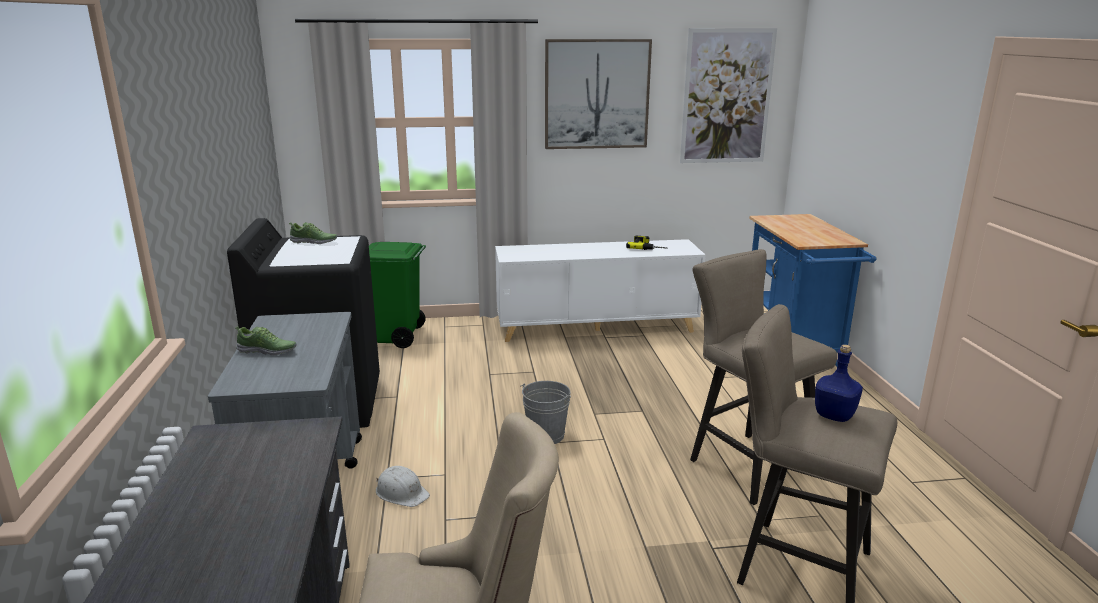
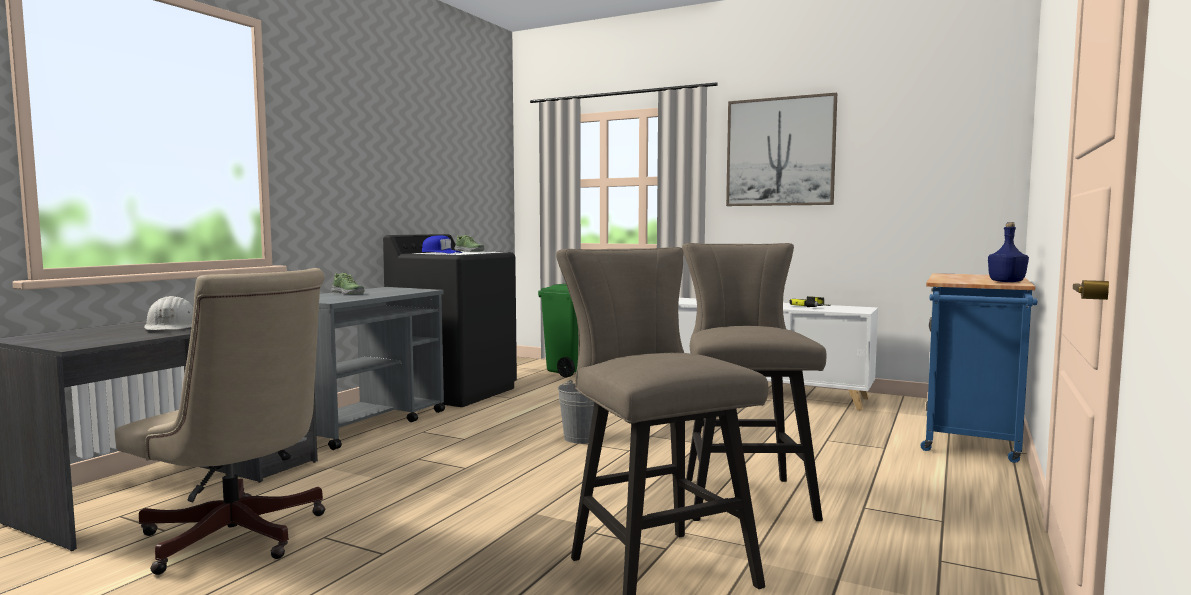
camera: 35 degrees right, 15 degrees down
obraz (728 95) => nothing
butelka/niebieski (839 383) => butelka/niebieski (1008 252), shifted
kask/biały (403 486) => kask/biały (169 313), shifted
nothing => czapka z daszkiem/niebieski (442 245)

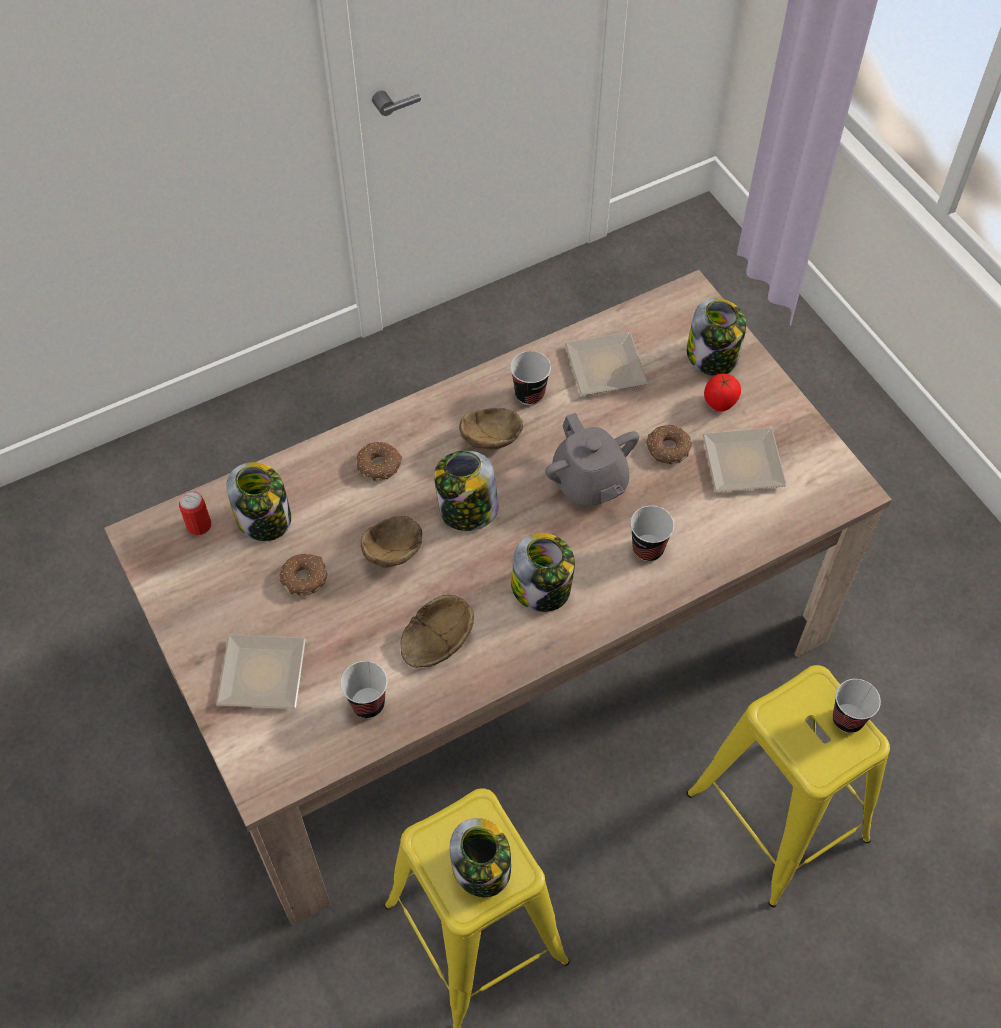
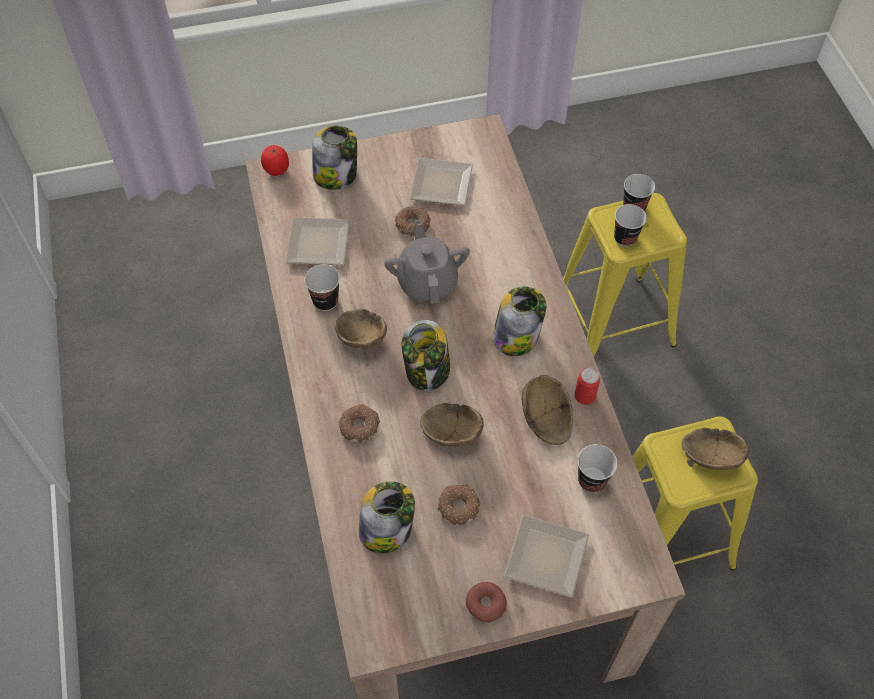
camera: 75 degrees left, 0 degrees up
pomidor (722 392) => pomidor (275 160), shifted
imbryk/szary (592 460) => imbryk/szary (427 262), 90 degrees counterclockwise
puszka (195 513) => puszka (587 386), shifted
filiżanka (652 534) => filiżanka (630 225), shifted
słoik (480 857) => miska/brązowy (715 449)
nothing => donut (486 602)

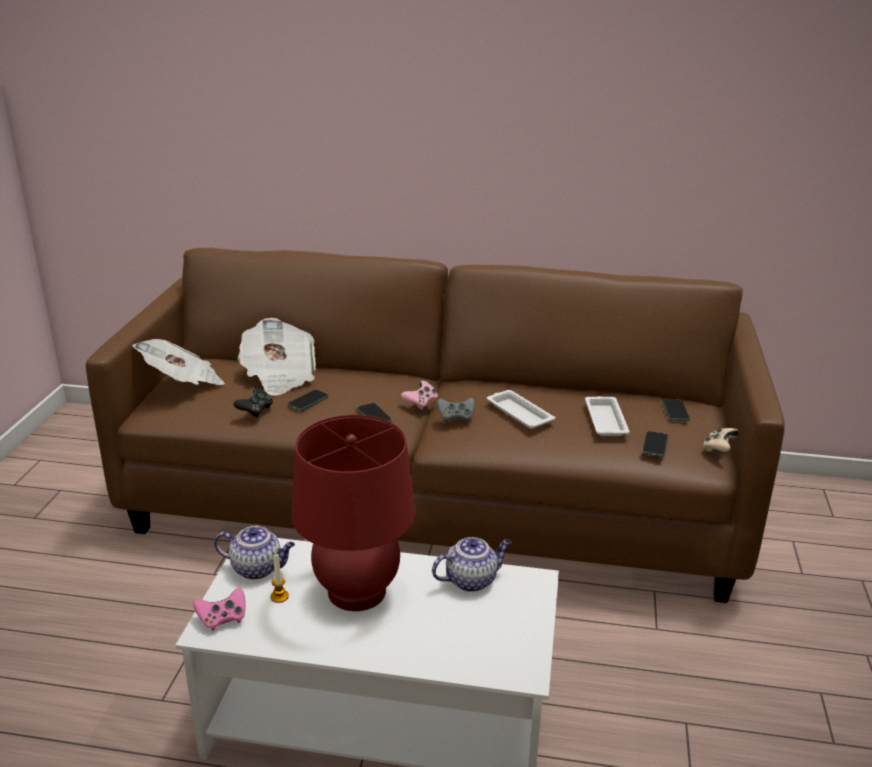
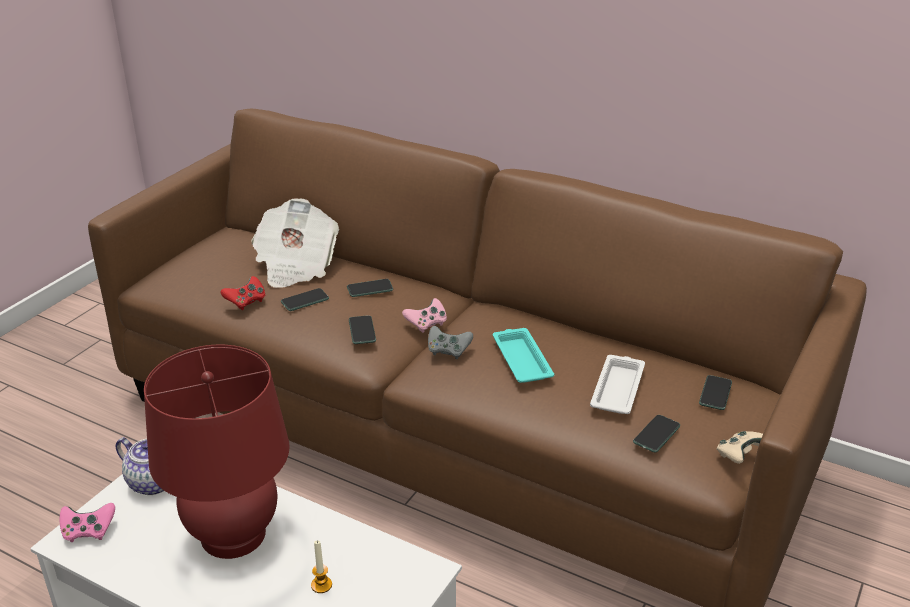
camera: 20 degrees right, 5 degrees up
gazeta (178 362) => nothing
pad do gier/czarny (253 402) => pad do gier/czerwony (243 293)
taca/biały (521 409) => taca/turkusowy (523 355)
imbryk (471 564) => nothing
świeca (279 578) => świeca (321 566), shifted
nothing => telefon (370 288)

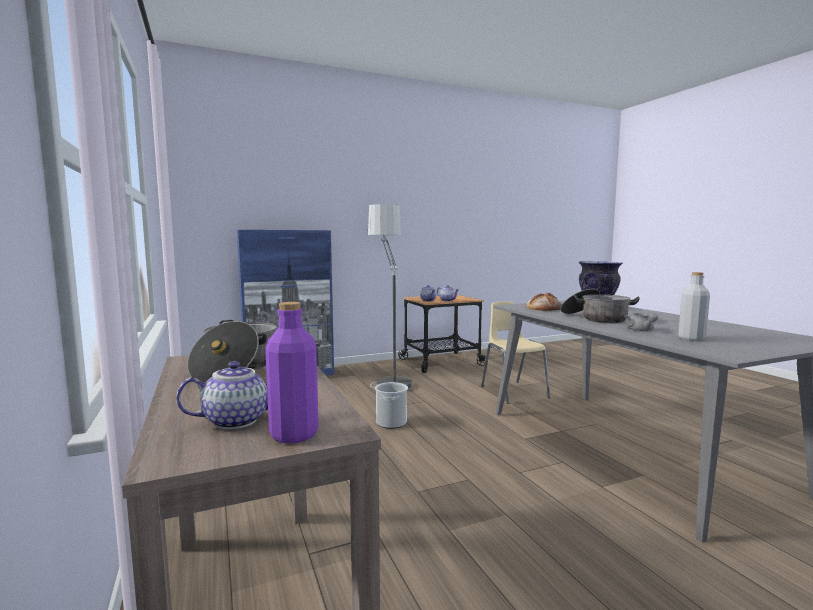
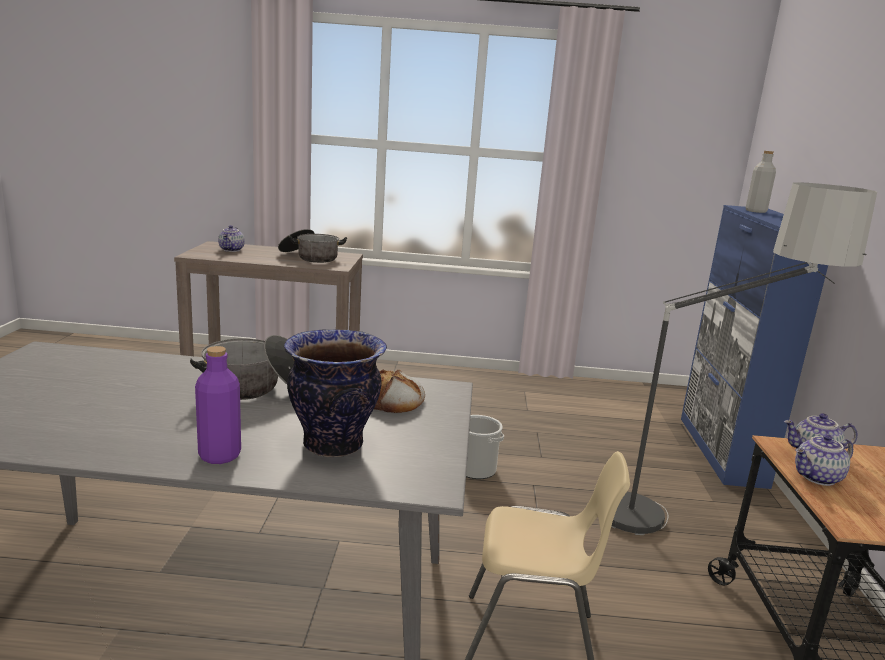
camera: 115 degrees right, 10 degrees up
butelka/szary (694 306) => butelka/szary (761 182), shifted
butelka/fioletowy (292 372) => butelka/fioletowy (218 405), shifted
imbryk/szary (641 322) => nothing

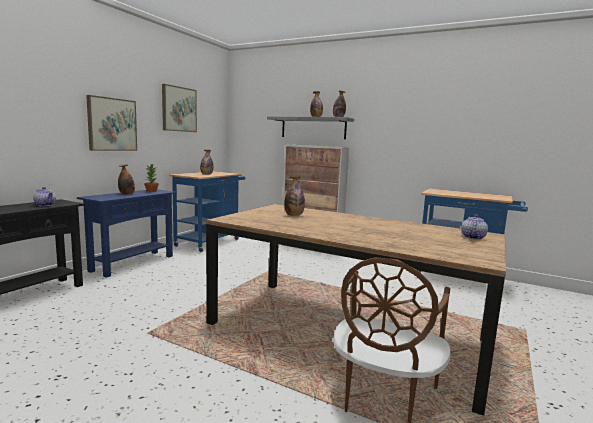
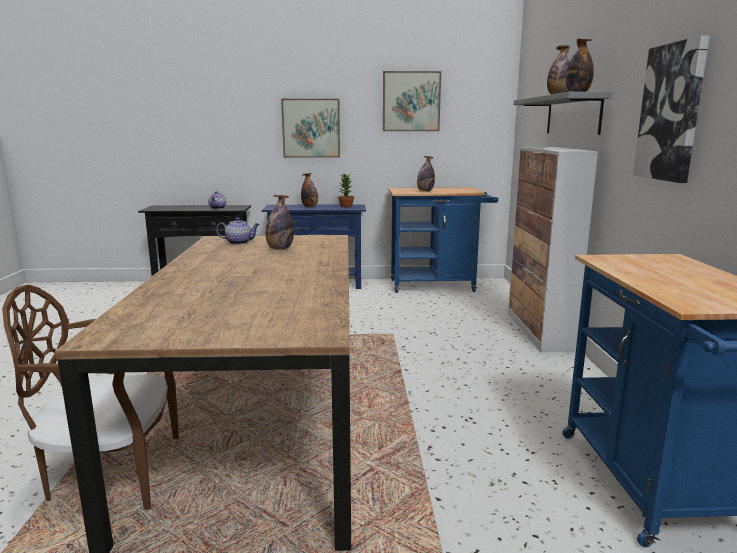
camera: 60 degrees right, 5 degrees up
imbryk (474 227) => imbryk (238 231), shifted
nothing => obraz (671 109)

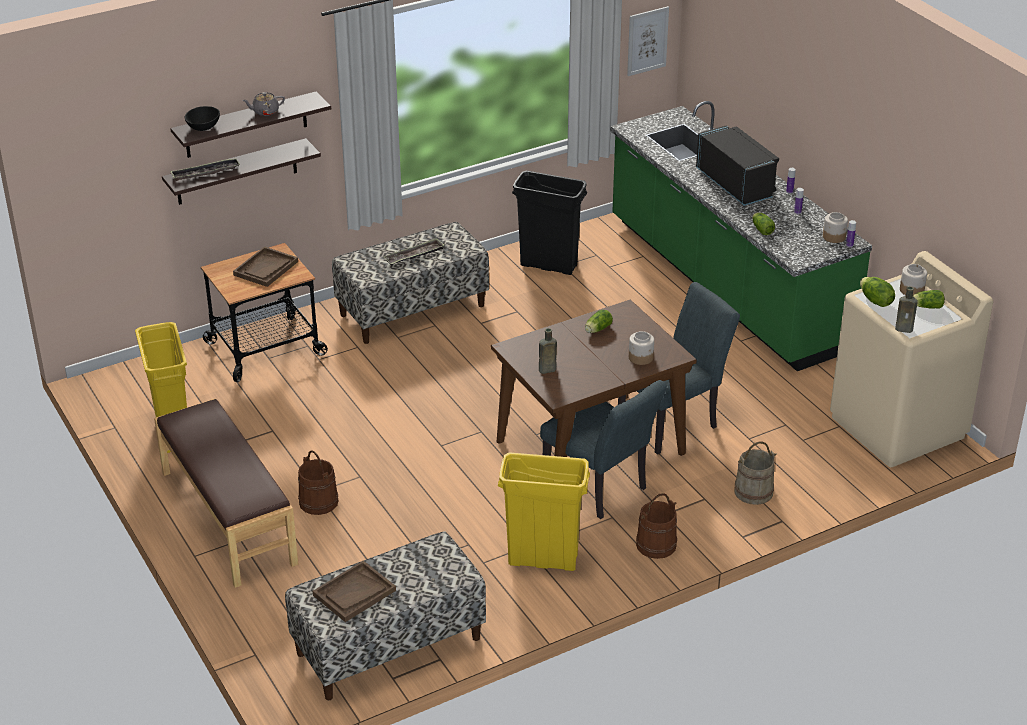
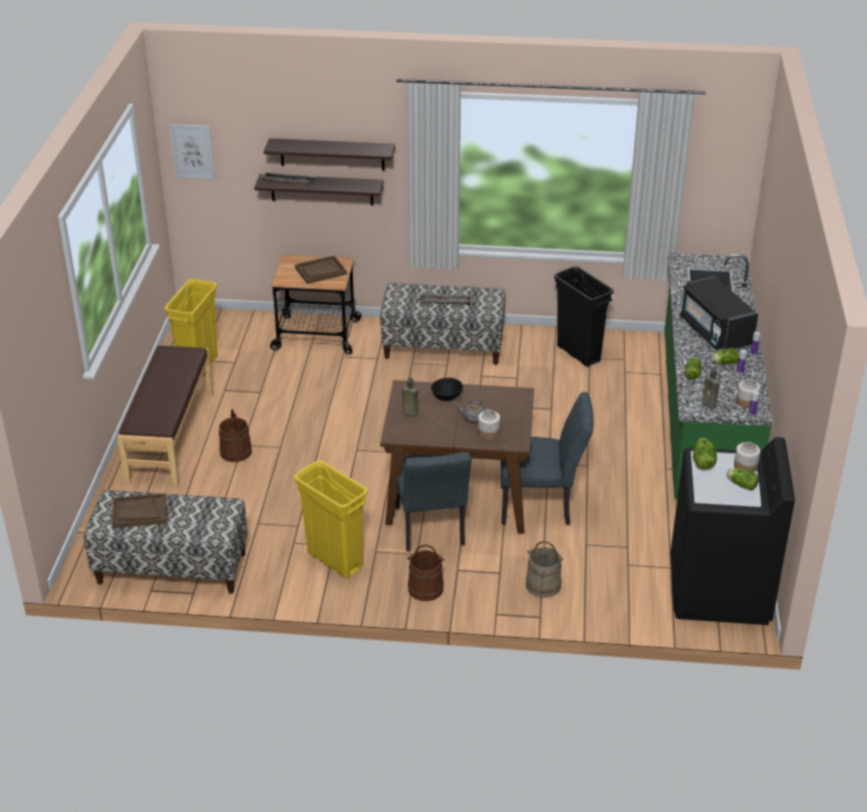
camera: 35 degrees right, 0 degrees up
obraz (648 41) => obraz (192 152), shifted
imbryk/szary (263 104) => imbryk/szary (472 411), shifted
miska/czarny (202 118) => miska/czarny (447 389), shifted
mikrofalówka/czarny (737 165) => mikrofalówka/czarny (719 312), 150 degrees clockwise
pralka/beżowy (911 359) => pralka/czarny (733 531)
butelka/brązowy (906 309) => butelka/brązowy (711 388), shifted
sałata (599 321) => sałata (725 356), shifted

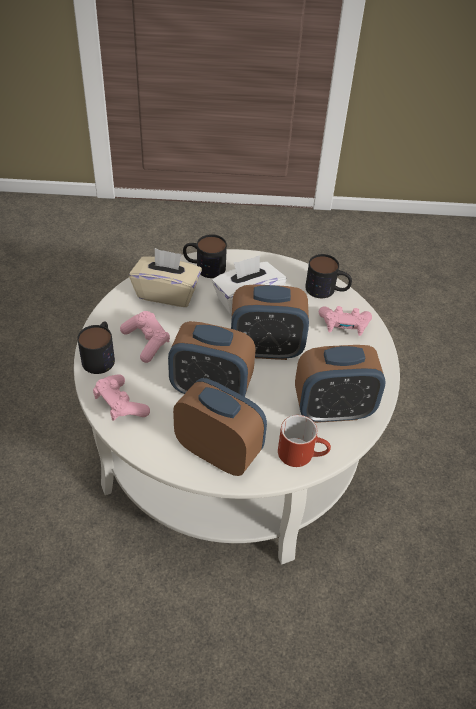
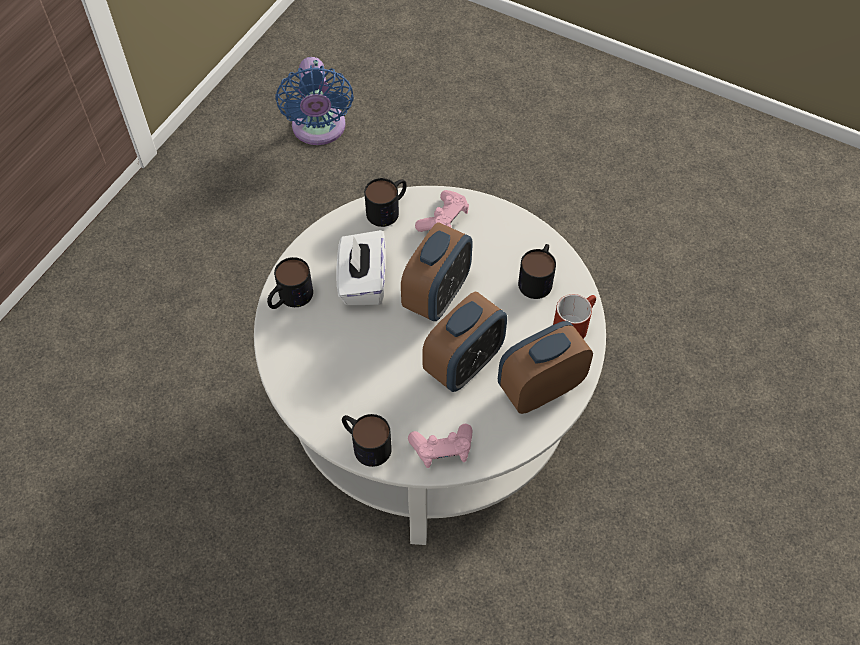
camera: 60 degrees left, 10 degrees up
pudełko chusteczek/beżowy (165 277) => nothing
pad do gier/różowy (145 337) => nothing
budzik (340 384) => kubek (537 271)
nothing => wentylator/niebieski (314 101)

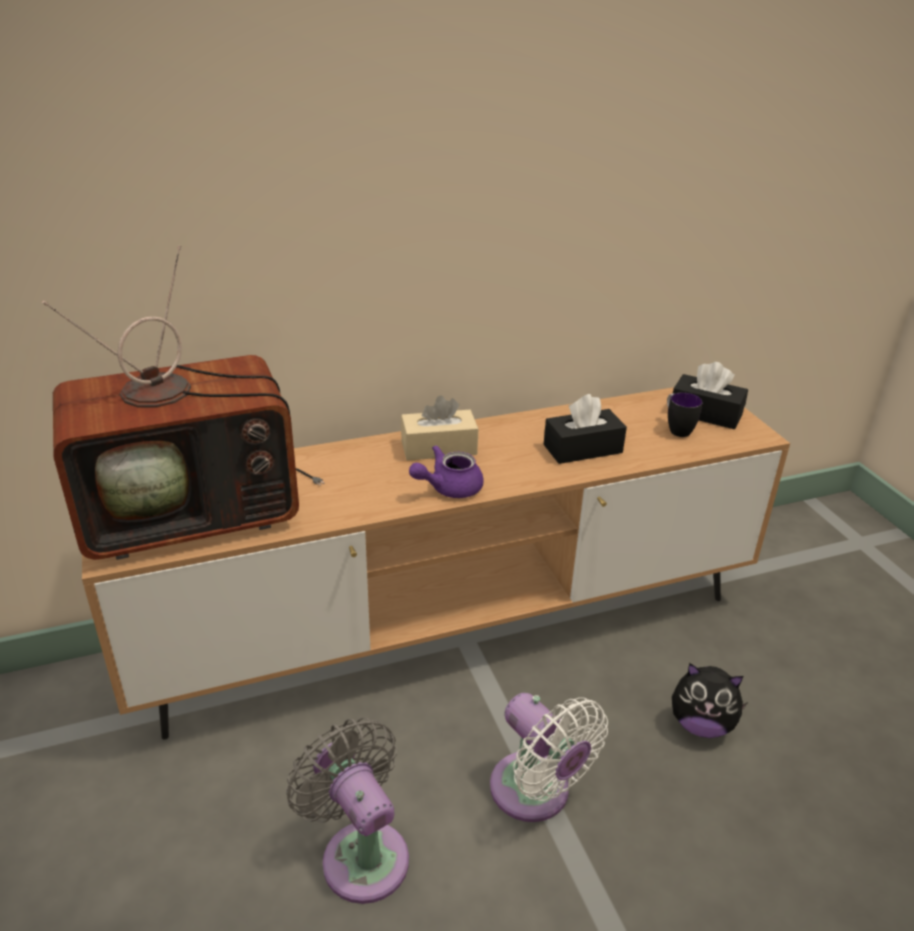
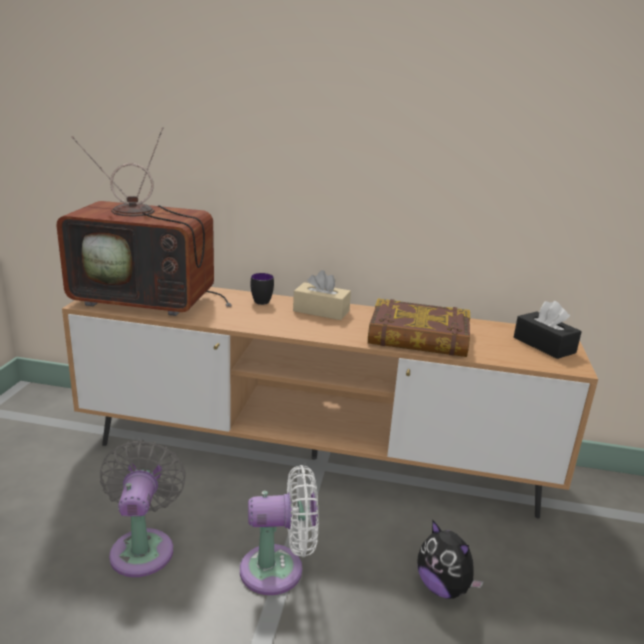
camera: 30 degrees right, 10 degrees down
kubek (684 414) => kubek (262 289), shifted
pudełko chusteczek/czarny (585 429) => książka (419 328)
imbryk/fioletowy (446 471) => nothing
wentylator/biały (549 757) => wentylator/biały (279 530), 90 degrees counterclockwise

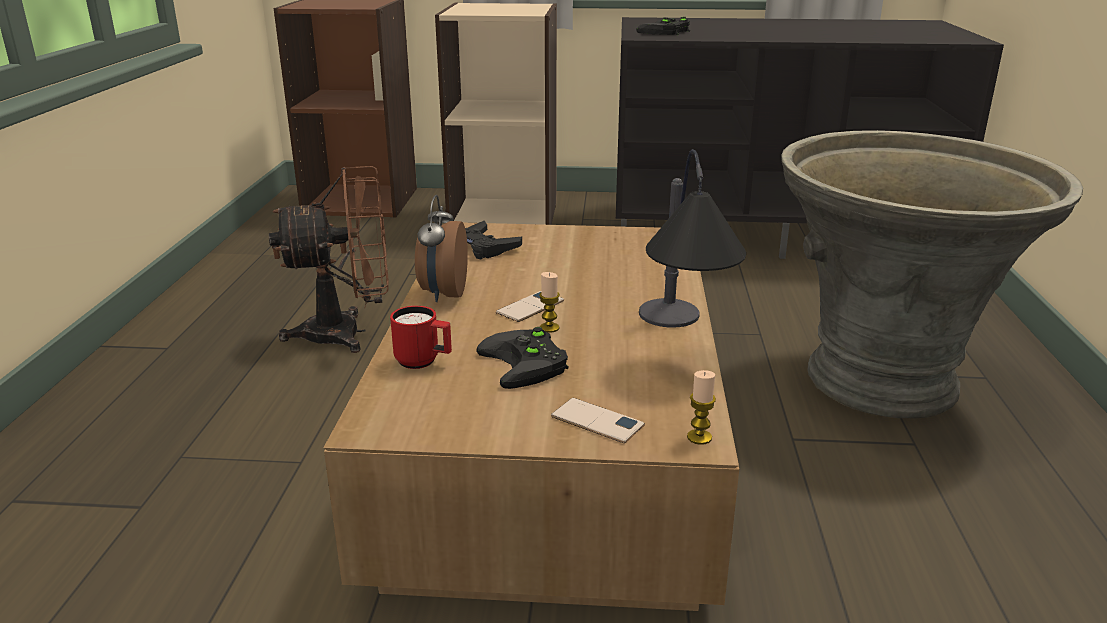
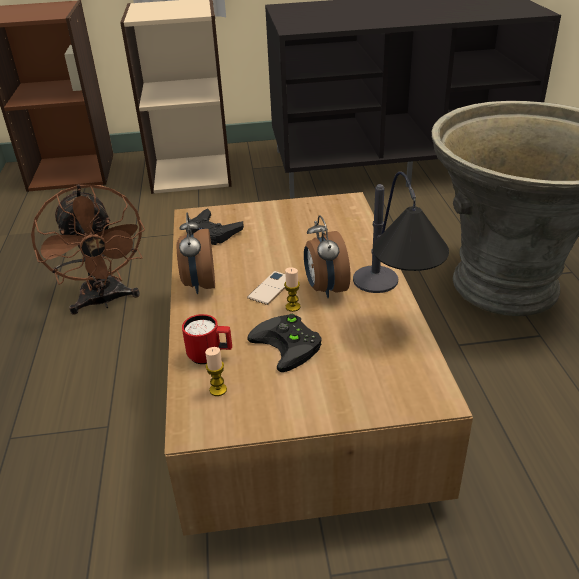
camera: 10 degrees left, 10 degrees up
pad do gier/czarny (663 26) => nothing
wentylator/brązowy (329 259) => wentylator/brązowy (88 249), 90 degrees clockwise
świeca (701 407) => świeca (216 371), shifted
telefon (598 420) => nothing
nothing => budzik (327 257)

